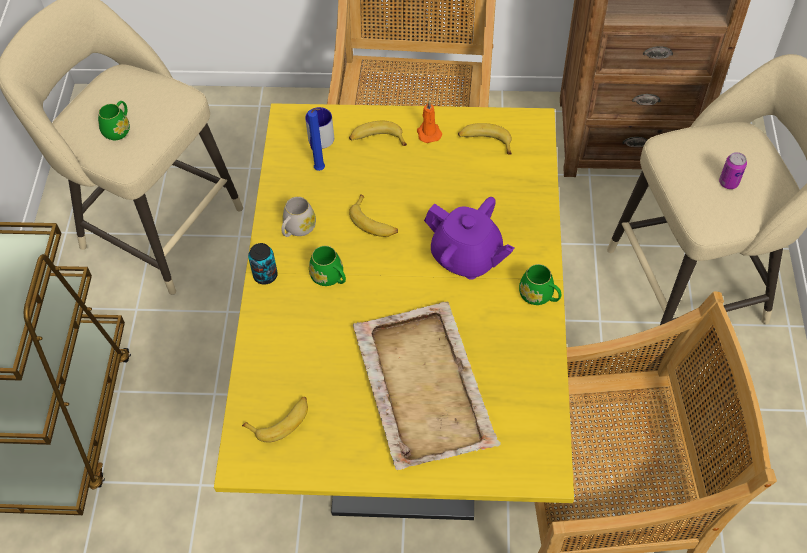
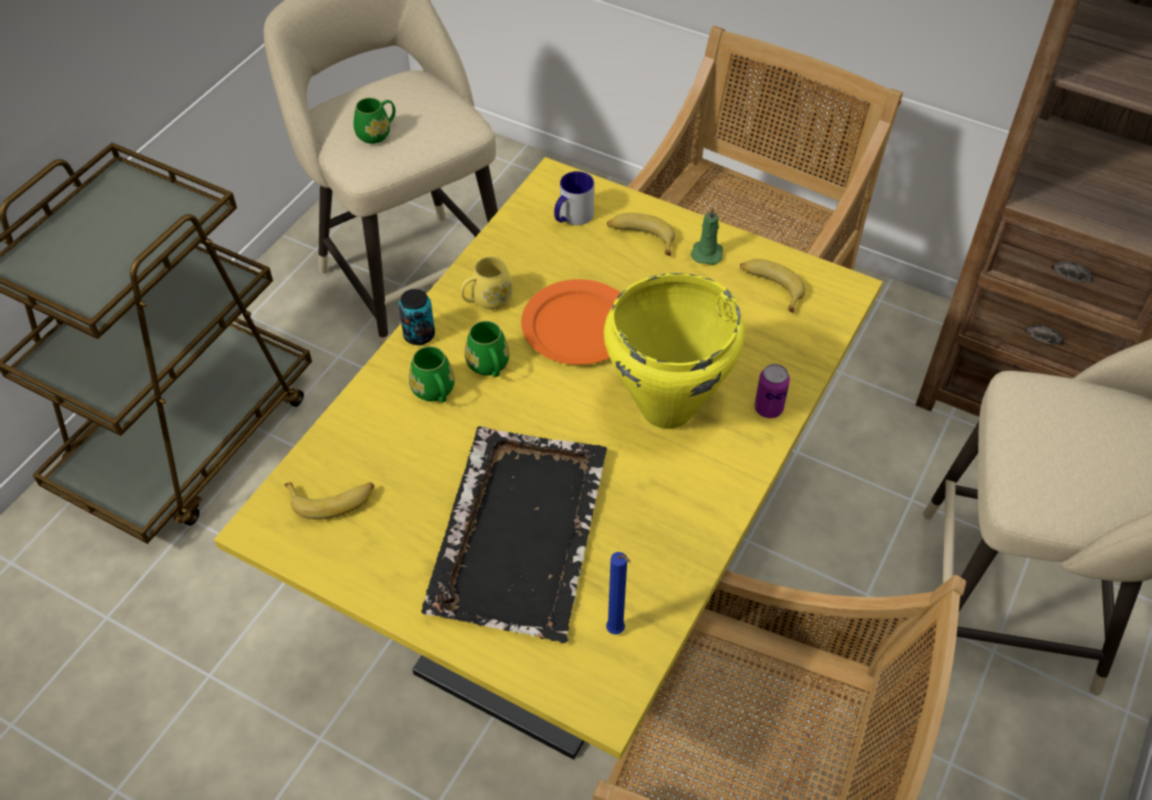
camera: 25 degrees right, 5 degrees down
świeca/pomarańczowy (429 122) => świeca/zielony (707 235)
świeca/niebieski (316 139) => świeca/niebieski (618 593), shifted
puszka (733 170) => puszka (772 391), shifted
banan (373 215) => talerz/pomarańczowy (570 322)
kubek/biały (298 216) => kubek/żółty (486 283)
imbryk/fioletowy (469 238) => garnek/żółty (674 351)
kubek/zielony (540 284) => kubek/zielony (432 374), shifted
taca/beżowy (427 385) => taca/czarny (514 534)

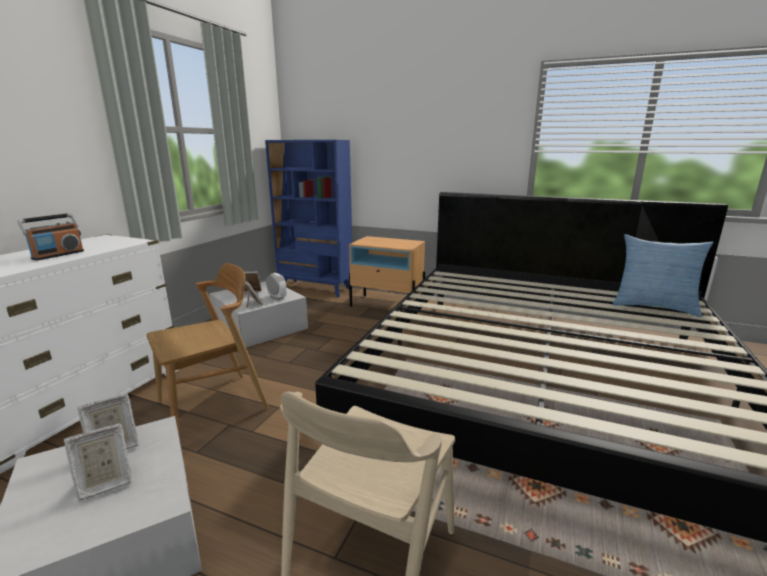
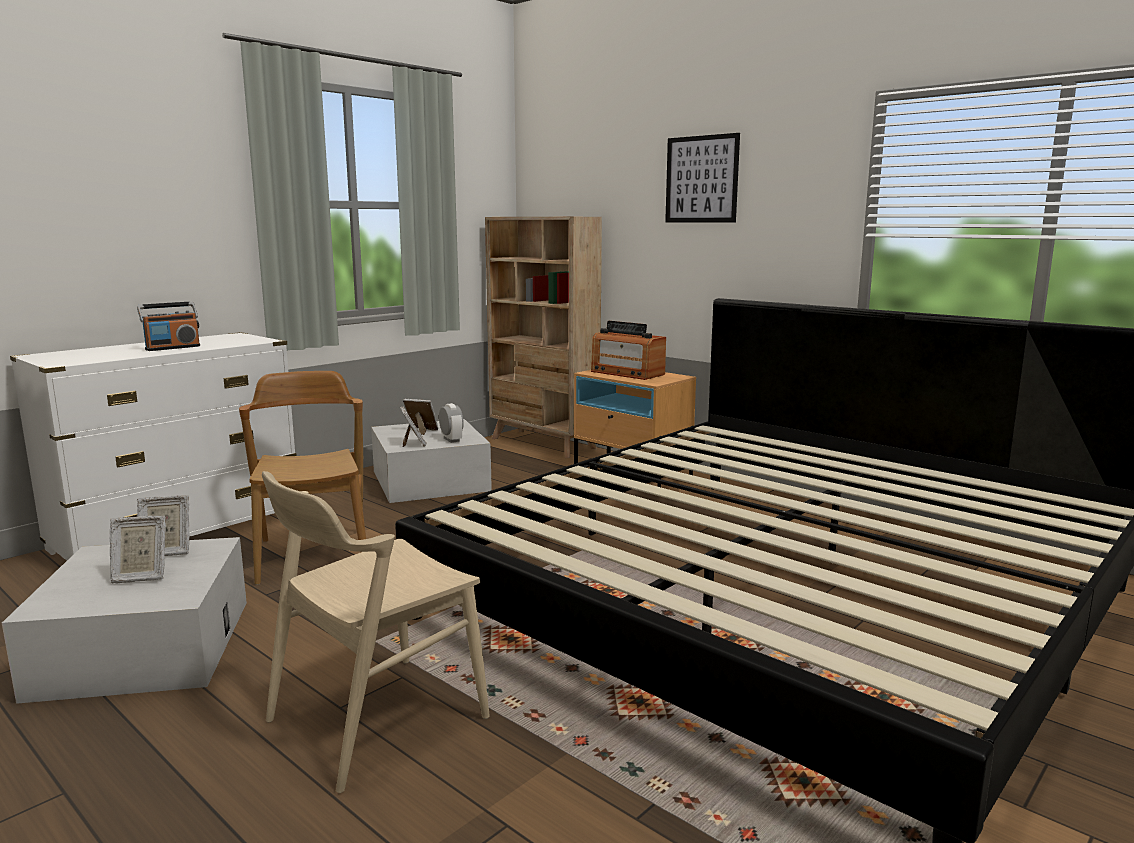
camera: 20 degrees right, 5 degrees down
regał/niebieski (308 218) => regał/beżowy (543 337)
poduszka (663 275) => nothing
krzesło/brązowy (208 348) => krzesło/brązowy (302 478), 90 degrees counterclockwise
nothing => obraz (702 178)
nothing => radio (628 350)

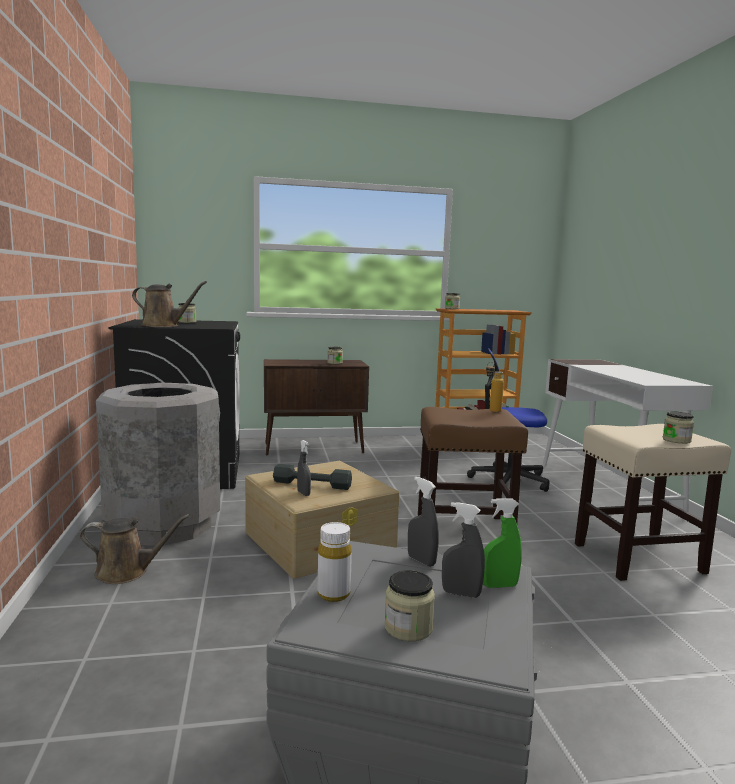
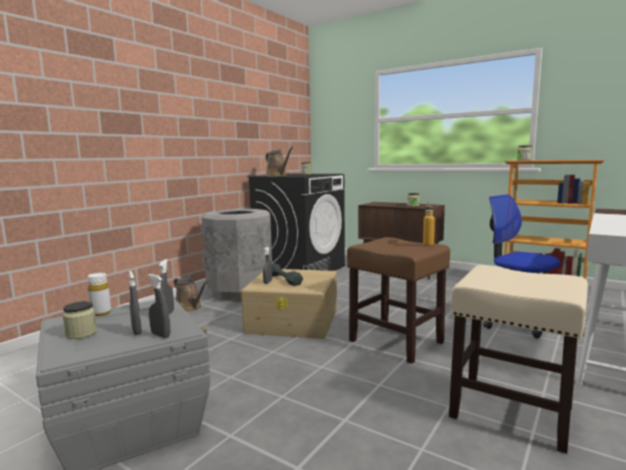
camera: 45 degrees right, 0 degrees up
słoik (678 427) => nothing
spryskiwacz/zielony (502 543) => spryskiwacz/szary (159 306)

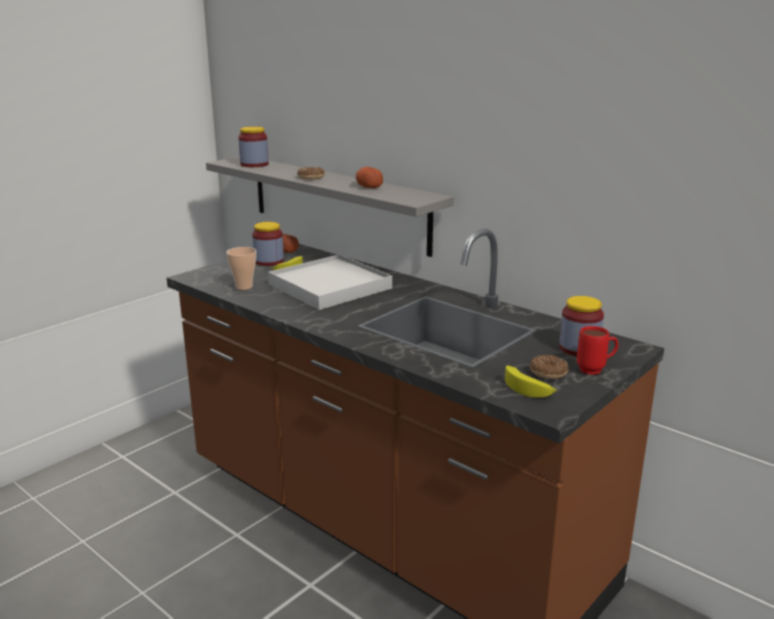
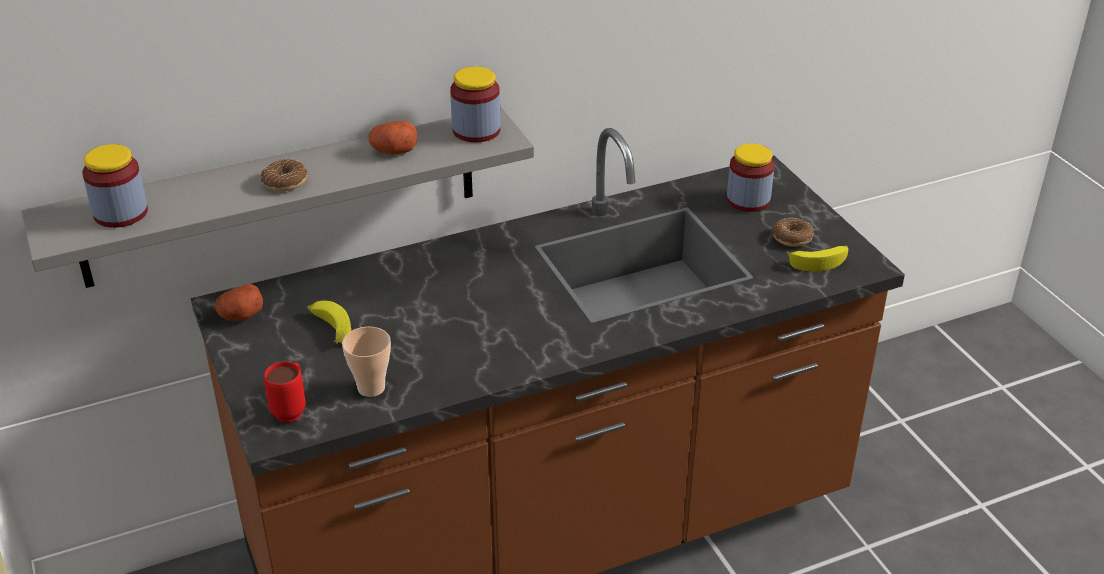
camera: 65 degrees left, 15 degrees up
słoik (268 244) => słoik (475 104), shifted
taca/biały (330 282) => nothing
kubek/czerwony (597 350) => kubek/czerwony (285 392), shifted

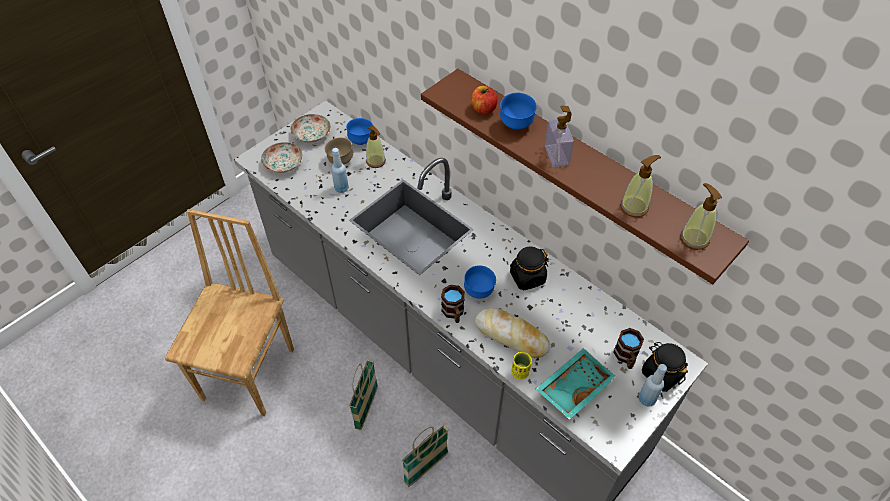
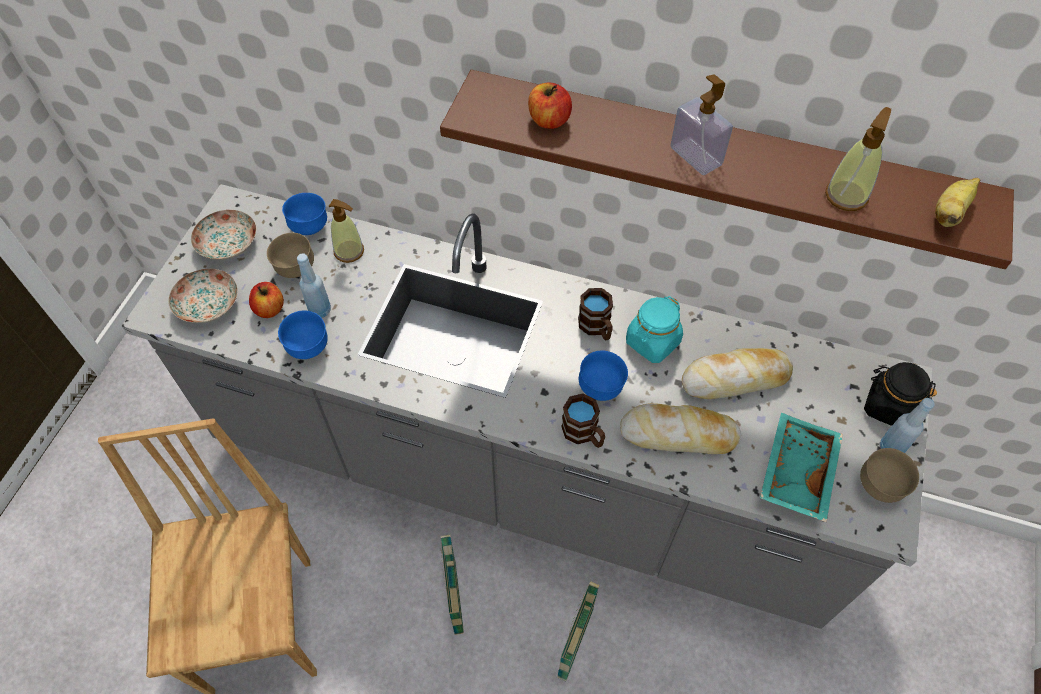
camera: 25 degrees left, 5 degrees up
miska/niebieski (518 111) => miska/niebieski (303 334), shifted
dozownik mydła (701 216) => banan (958 202)
słoik/czarny (529 268) => słoik/turkusowy (654 329)
kubek/brązowy (628 348) => kubek/brązowy (595 314), shifted
filiżanka/żółty (522 365) => nothing
nothing => jabłko (266 300)
nothing => chleb (737 373)
nothing => miska/brązowy (889 475)

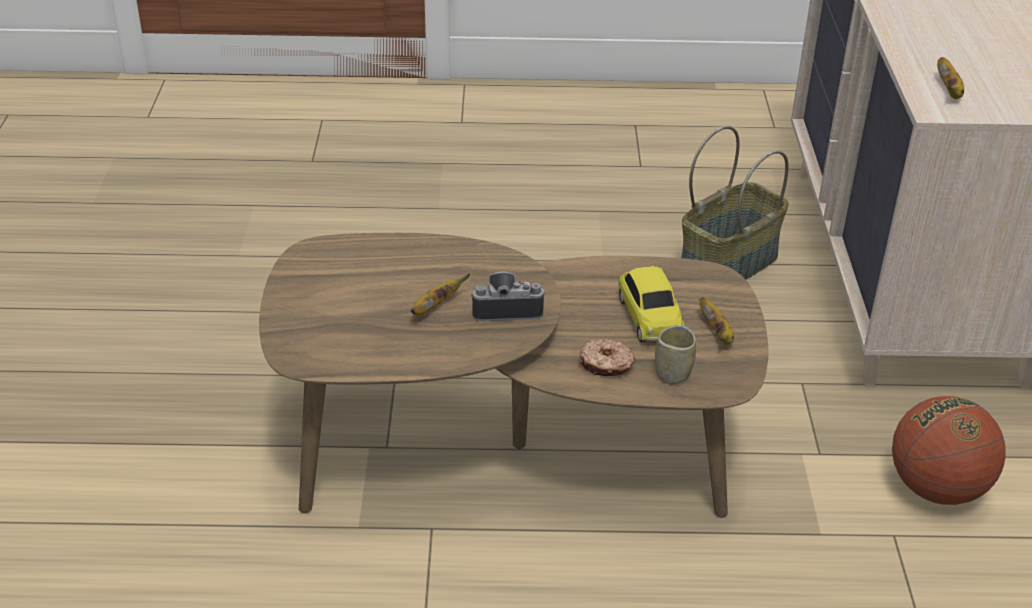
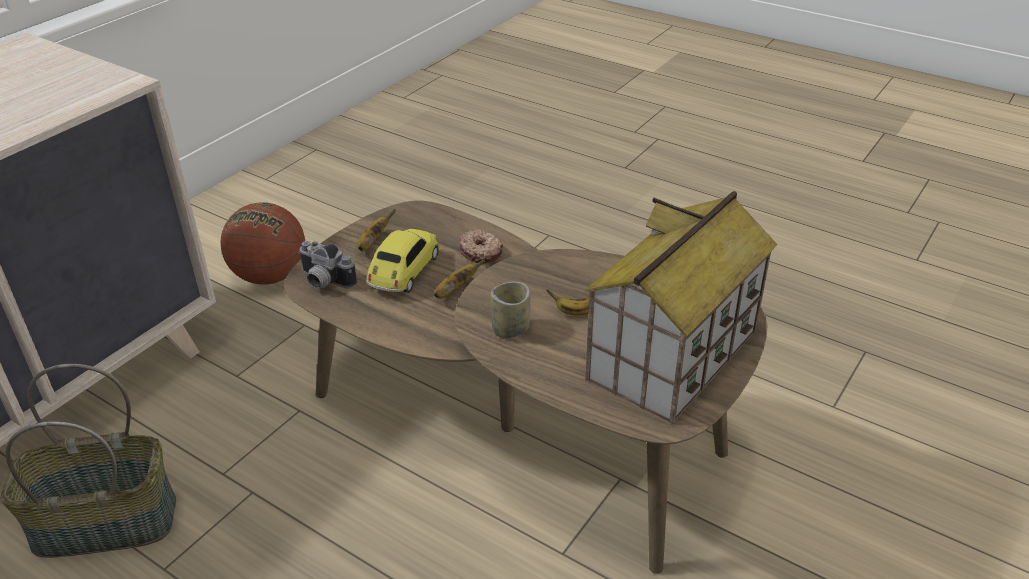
camera: 145 degrees left, 0 degrees up
banan (950 78) => banan (460 278), shifted
aparat fotograficzny (508 296) => aparat fotograficzny (327 265), shifted
filiżanka (675 354) => filiżanka (510 310), shifted
nothing => domek (681 307)

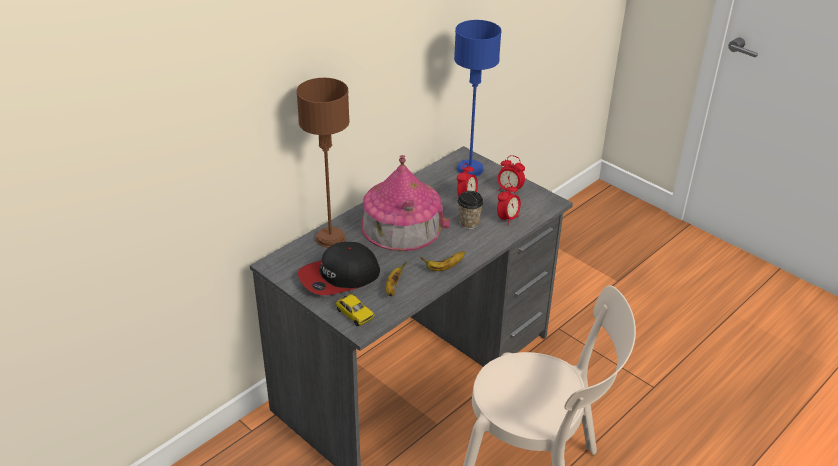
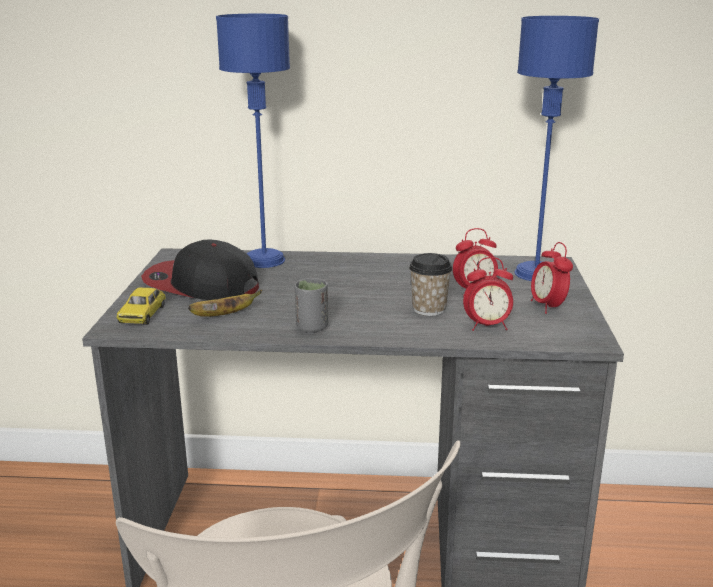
camera: 50 degrees right, 15 degrees down
lampa stołowa/brązowy (323 163) => lampa stołowa/niebieski (253 141)
domek (405 203) => nothing
banan (442 261) => filiżanka/szary (311 305)

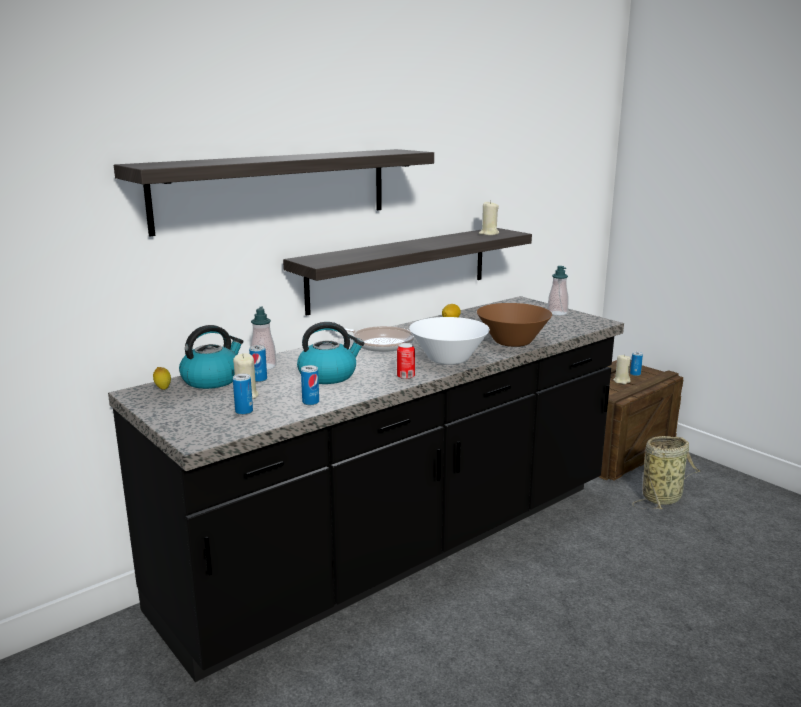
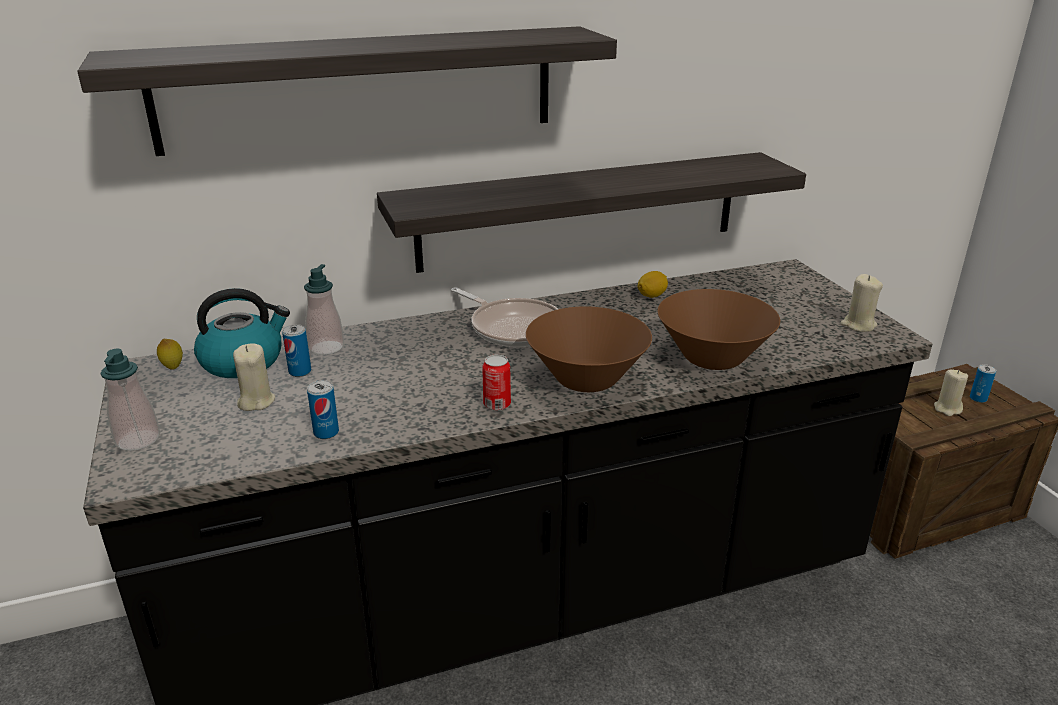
camera: 20 degrees right, 10 degrees up
świeca/beżowy (489 217) => świeca/beżowy (861 303), shifted
dozownik mydła (557 291) => dozownik mydła (130 400), shifted
miska/biały (449 341) => miska/brązowy (589 349)
czajnik (331 353) => nothing
puszka (243 394) => nothing
koszyk (666 472) => nothing

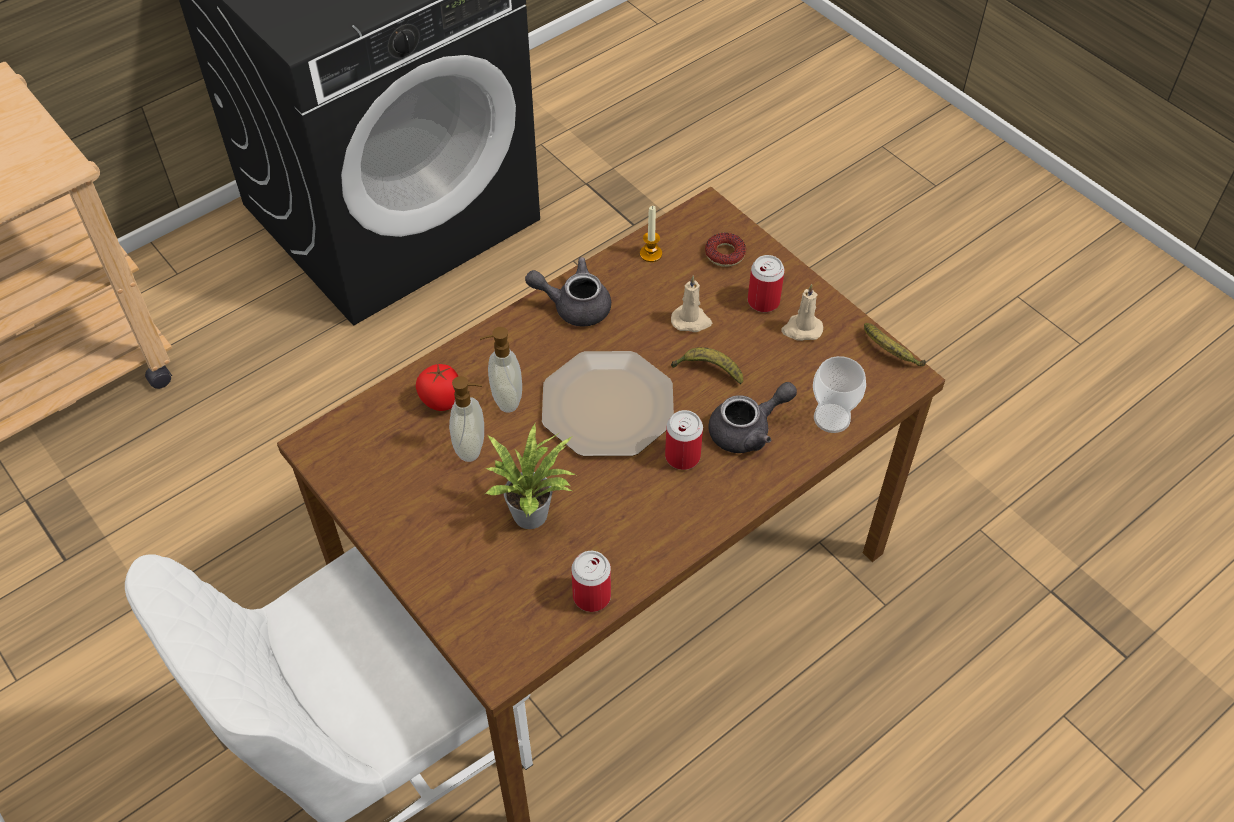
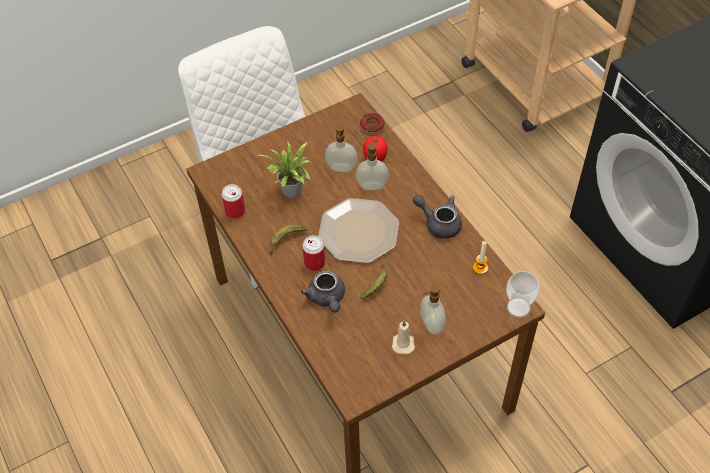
camera: 100 degrees right, 0 degrees up
donut (725 250) => donut (372 123), shifted
puszka (766 283) => dozownik mydła (433 309)
imbryk/szary (568 292) => imbryk/szary (437 217), 75 degrees counterclockwise
świeca/beżowy (691 304) => nothing
banan (895 344) => banan (288 239), shifted
filiżanka (839 394) => filiżanka (523 294), shifted

